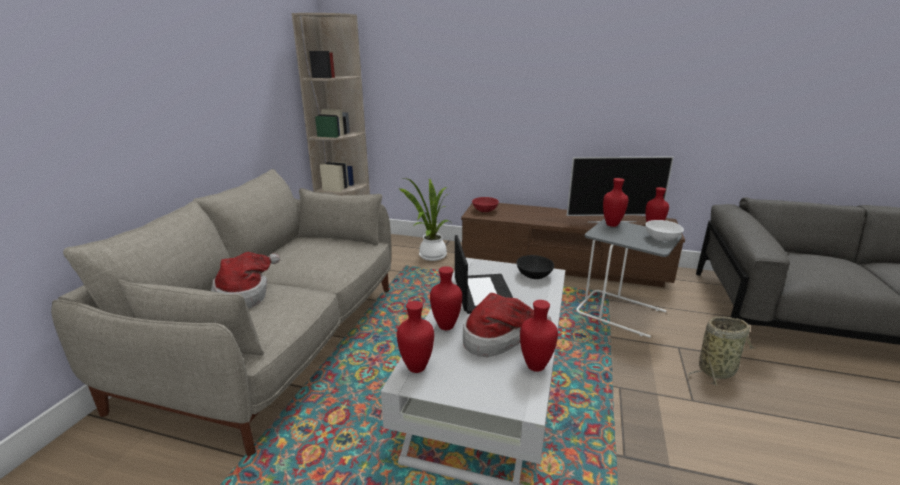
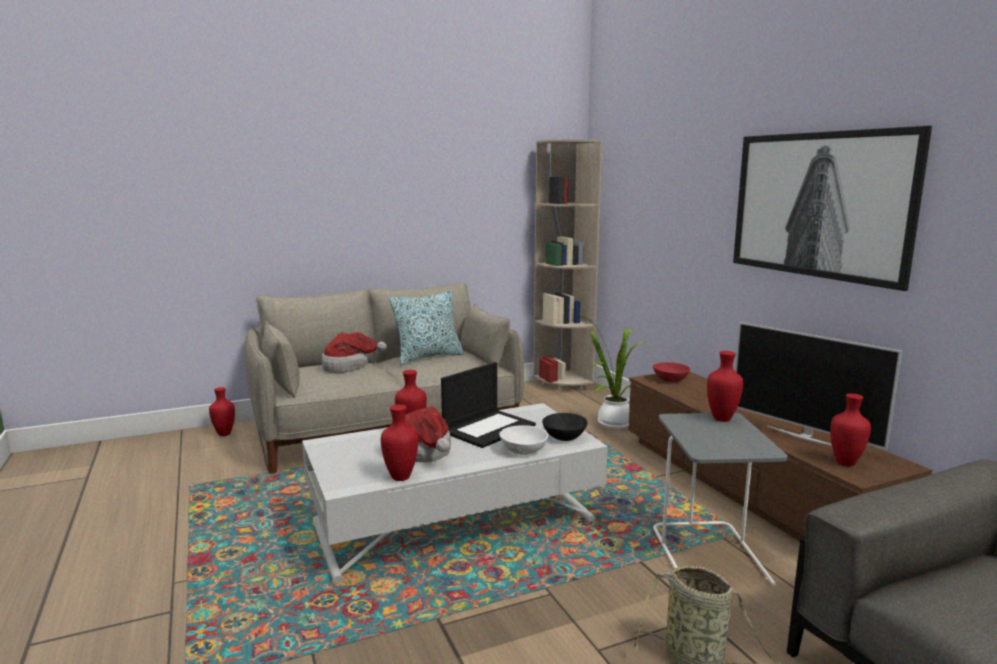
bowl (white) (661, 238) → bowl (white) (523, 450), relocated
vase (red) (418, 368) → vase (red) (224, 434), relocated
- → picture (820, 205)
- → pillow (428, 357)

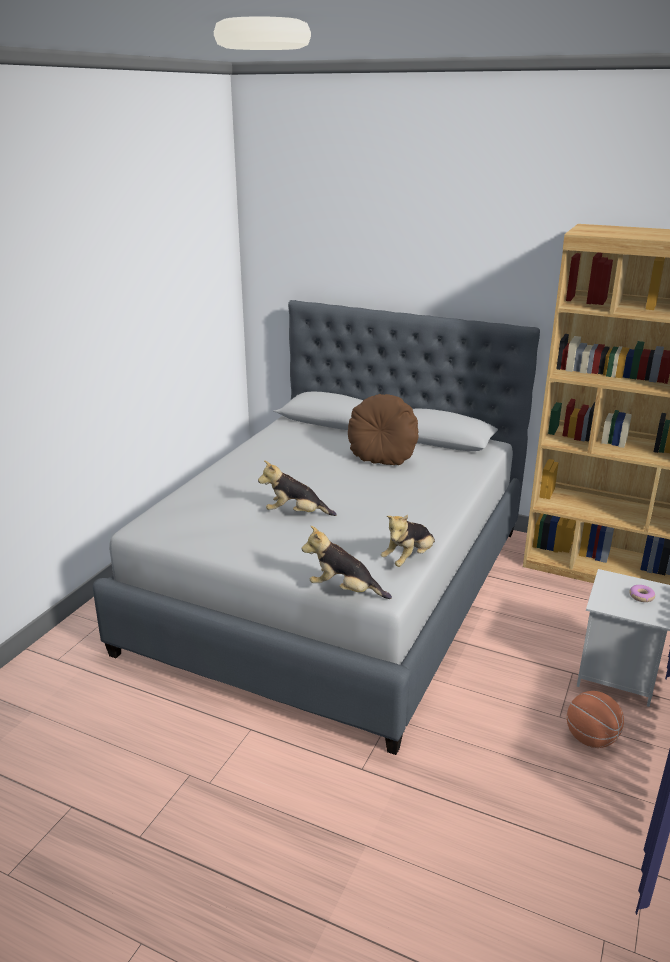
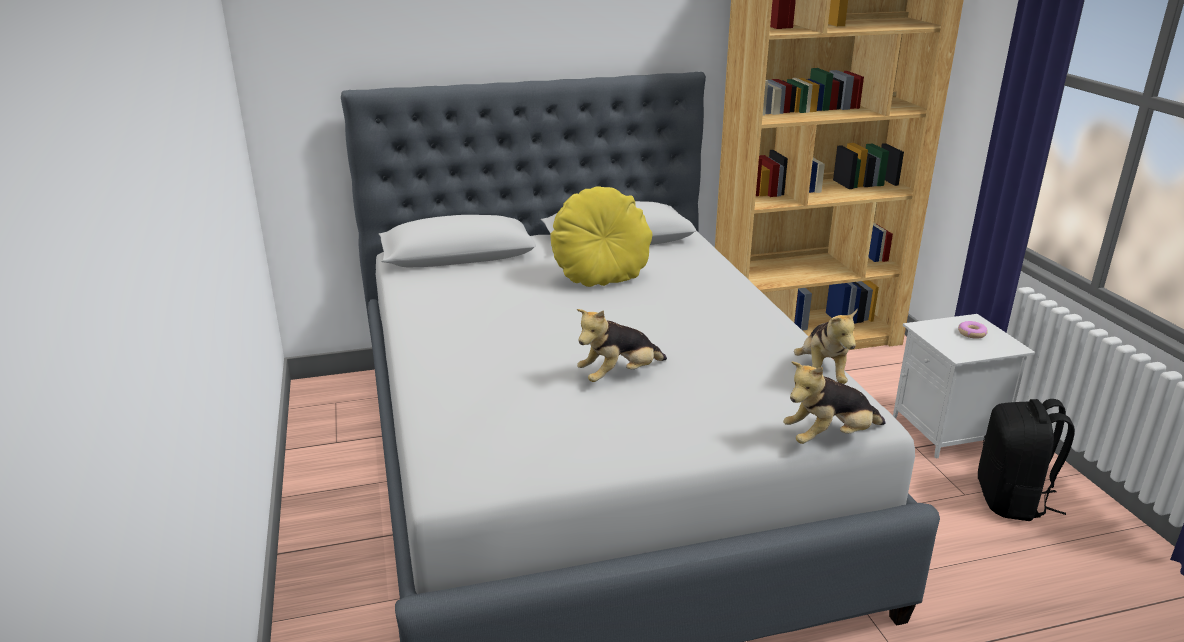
pillow (brown) (382, 460) → pillow (yellow) (601, 279)
basketball (591, 739) → backpack (black) (1012, 500)

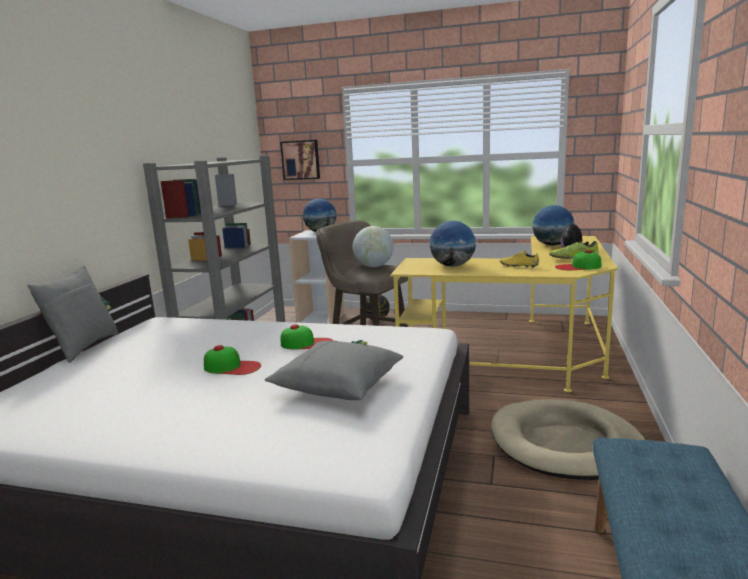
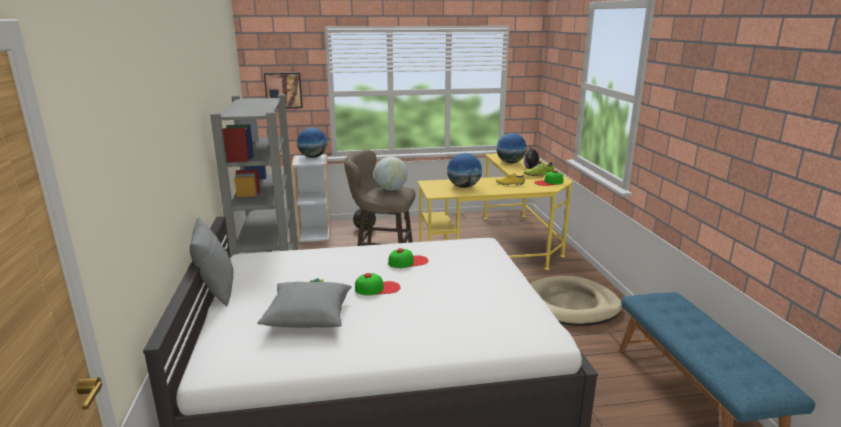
pillow (grey) (338, 386) → pillow (grey) (308, 317), relocated

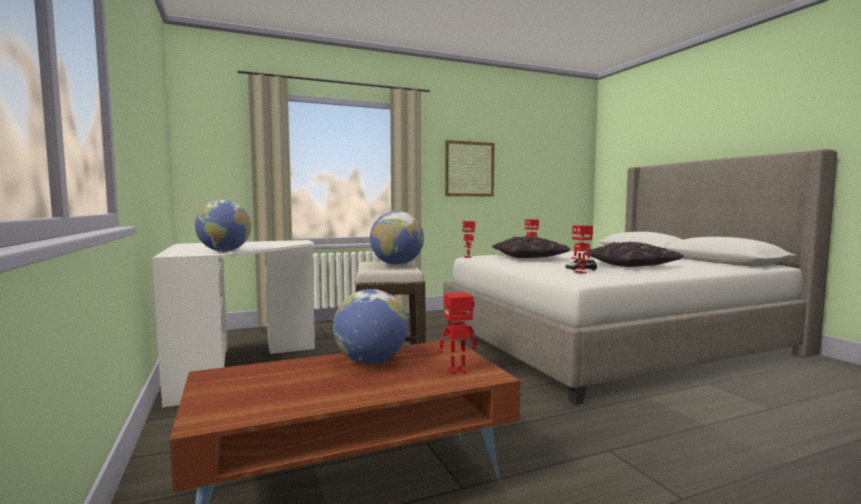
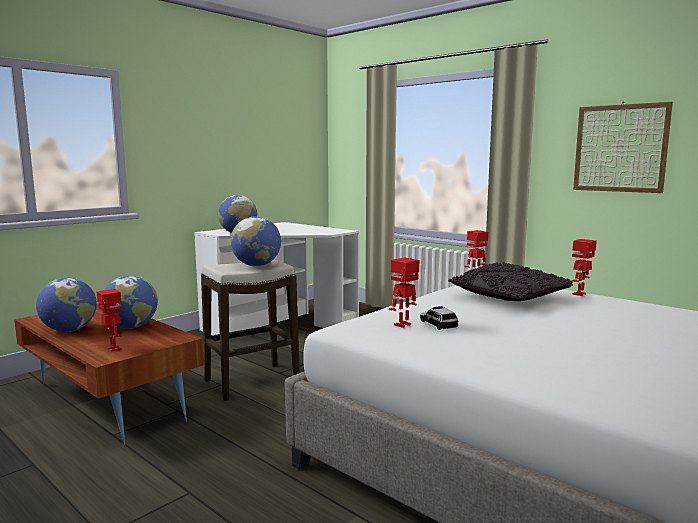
pillow (black) (631, 265) → -
- → globe (69, 330)

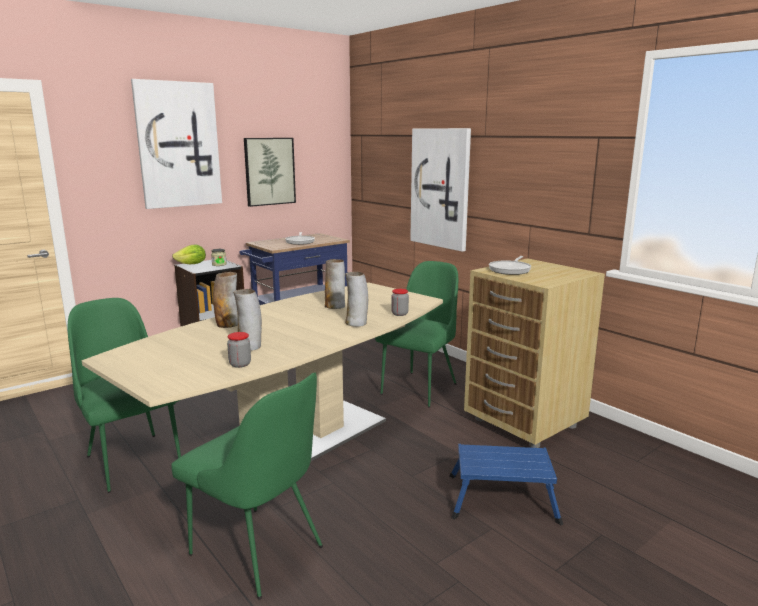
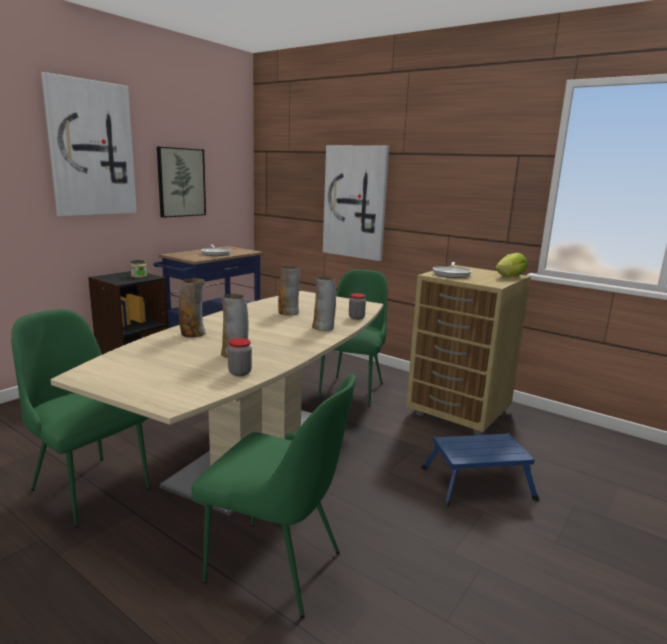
lettuce (192, 264) → lettuce (510, 277), relocated

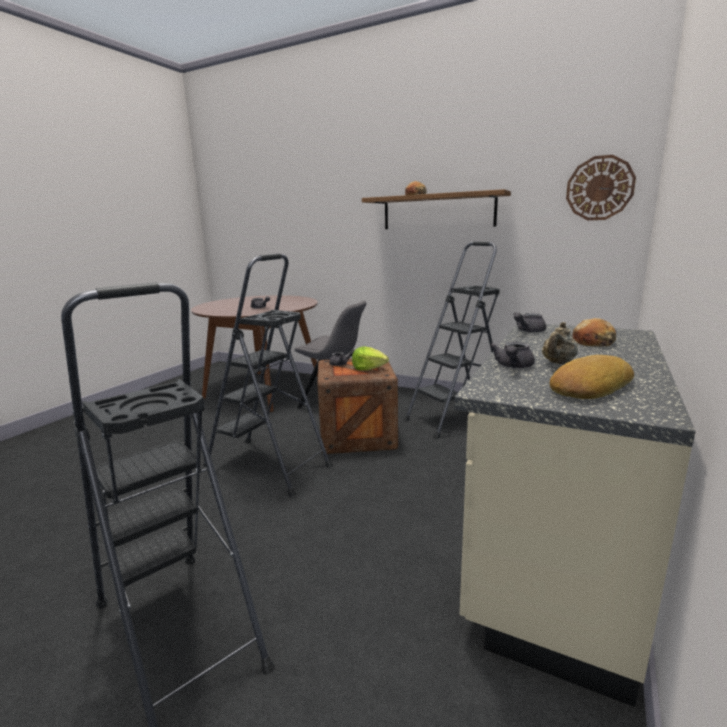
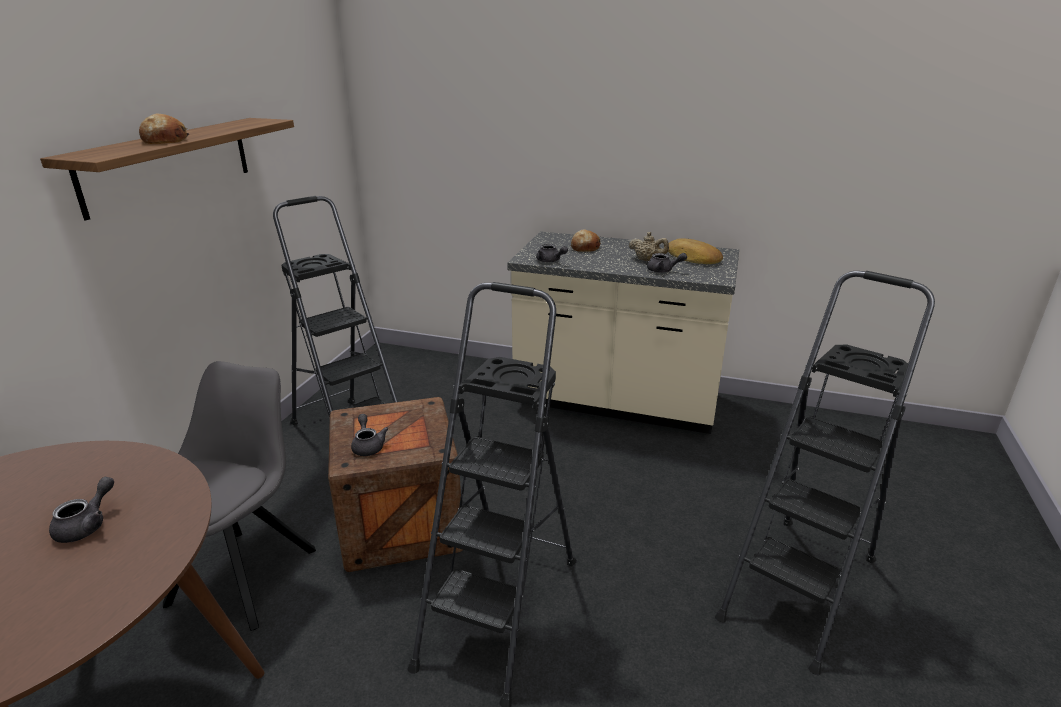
wall clock (599, 188) → -
lettuce (368, 368) → -

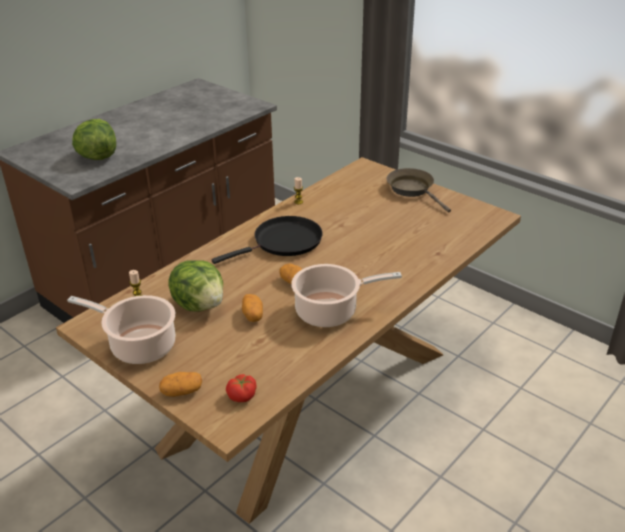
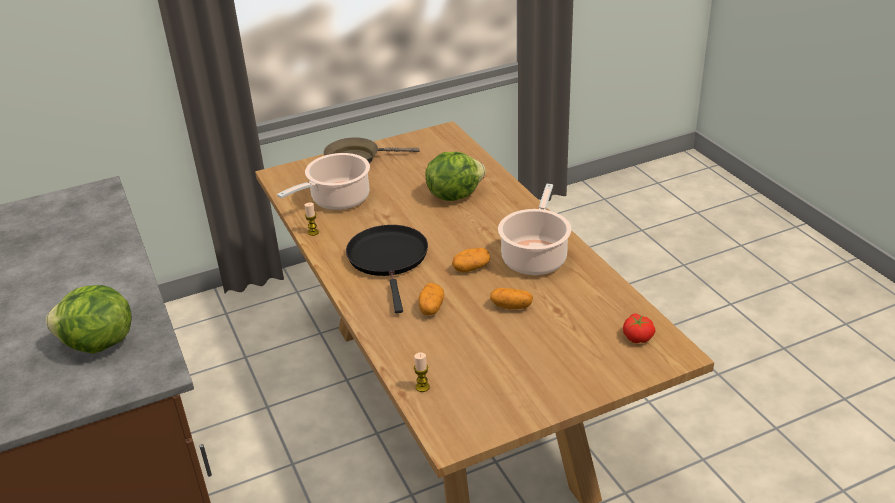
lettuce (200, 304) → lettuce (454, 195), relocated
cooking pot (139, 345) → cooking pot (337, 200), relocated
potato (182, 392) → potato (431, 307), relocated

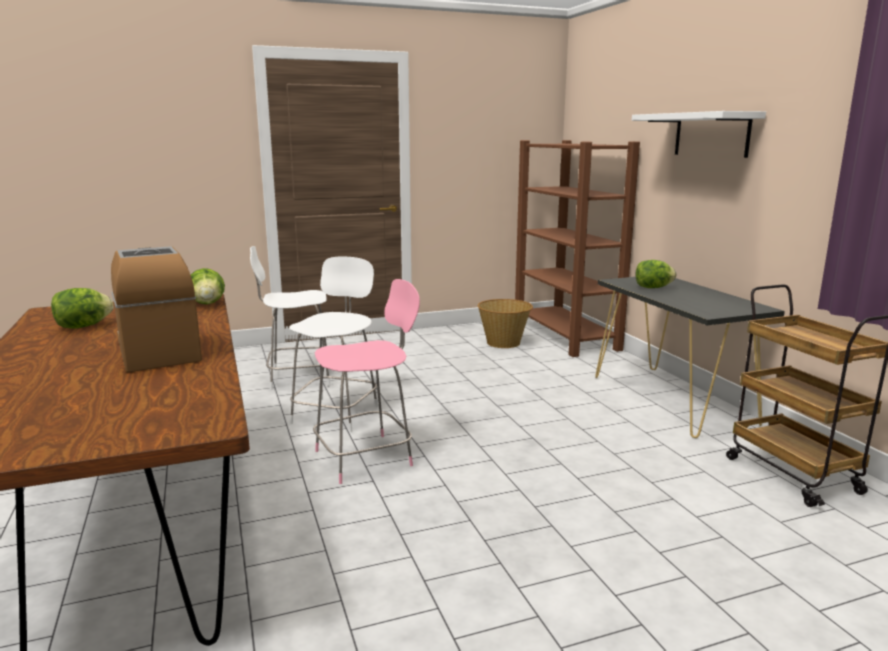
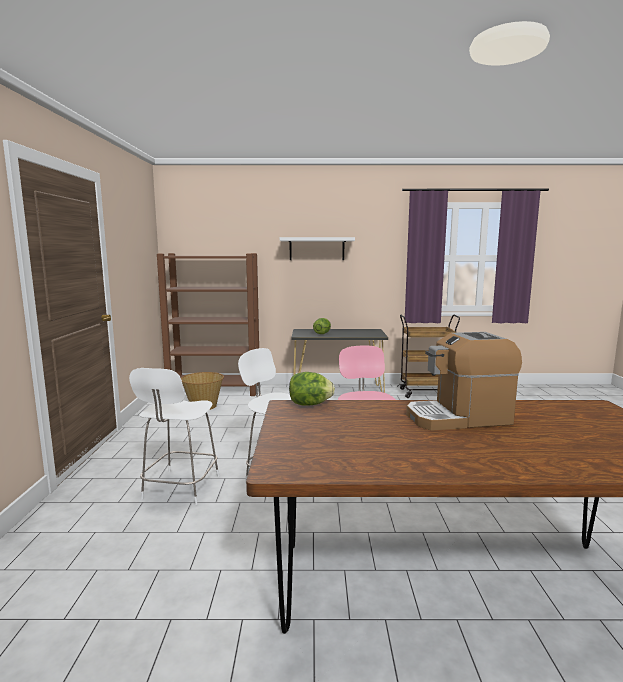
lettuce (83, 326) → -

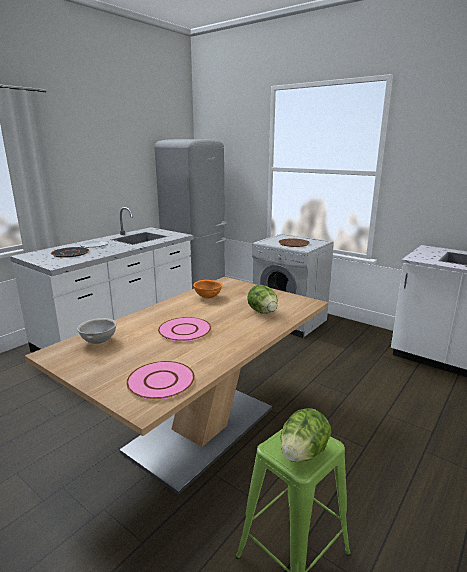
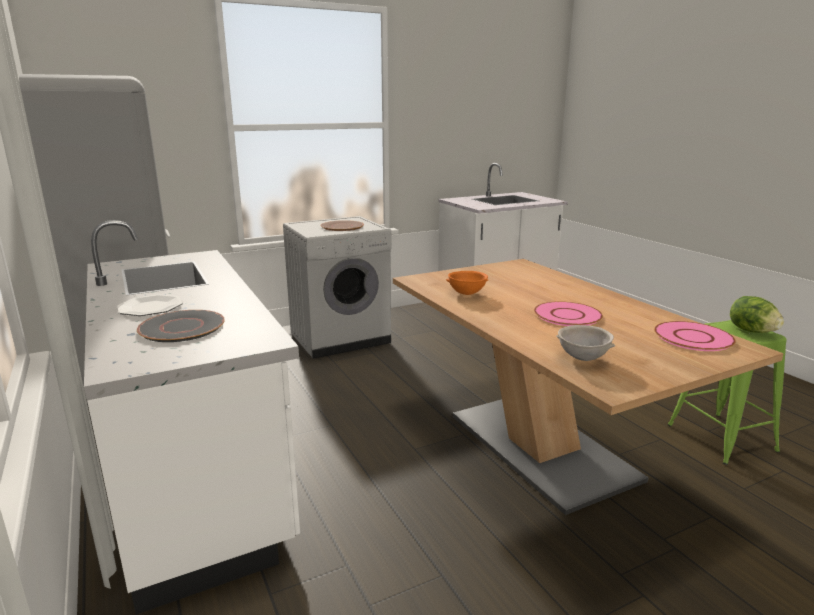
lettuce (263, 312) → -

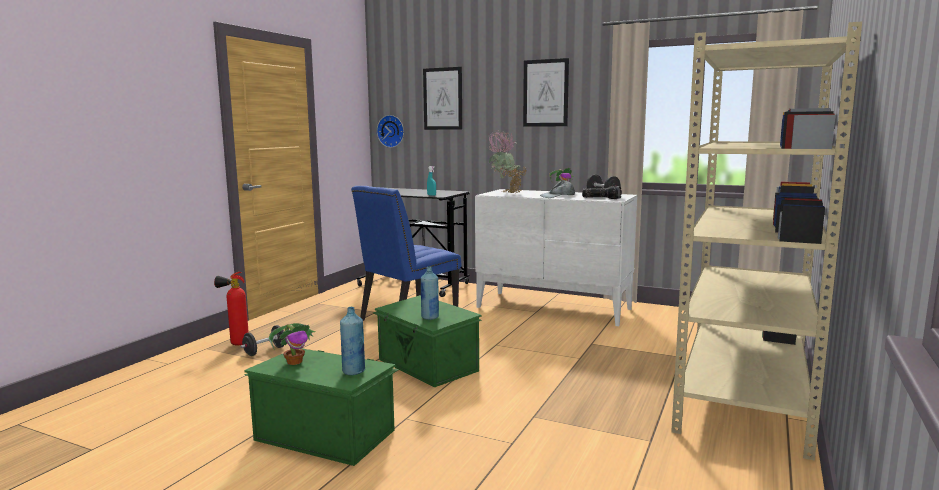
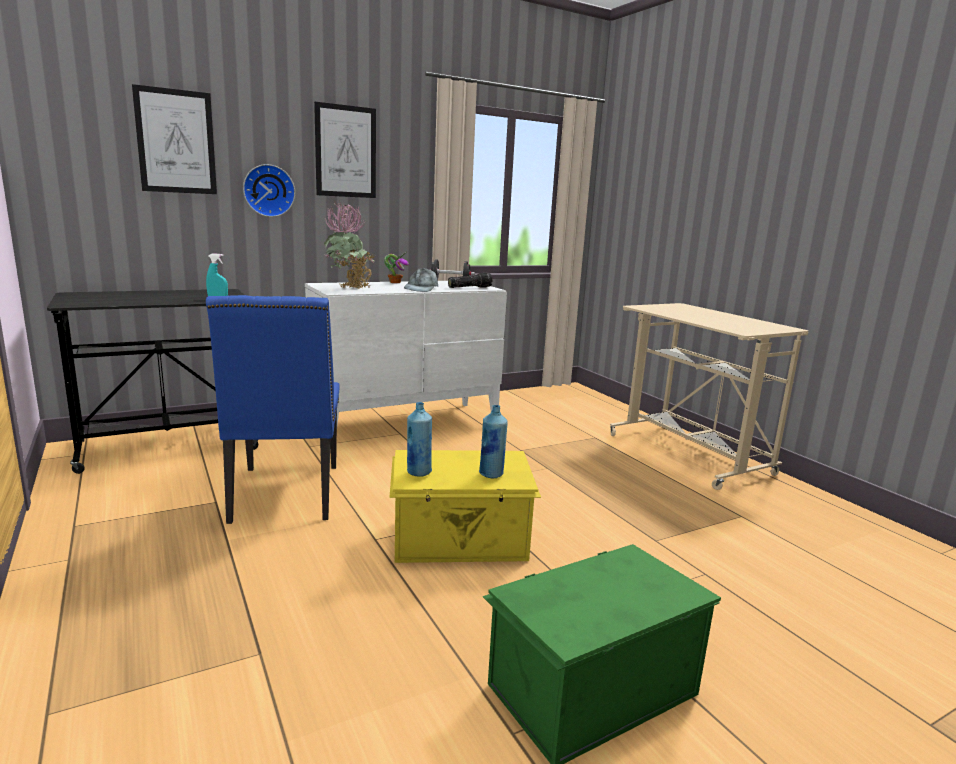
bookcase (beige) (743, 396) → desk (beige) (688, 454)
wall clock (391, 131) → wall clock (268, 190), relocated
fire extinguisher (236, 344) → -
storage box (green) (427, 365) → storage box (yellow) (460, 541)
bottle (blue) (353, 371) → bottle (blue) (418, 472), relocated
potted plant (295, 362) → -
dumbbell (black) (265, 351) → -

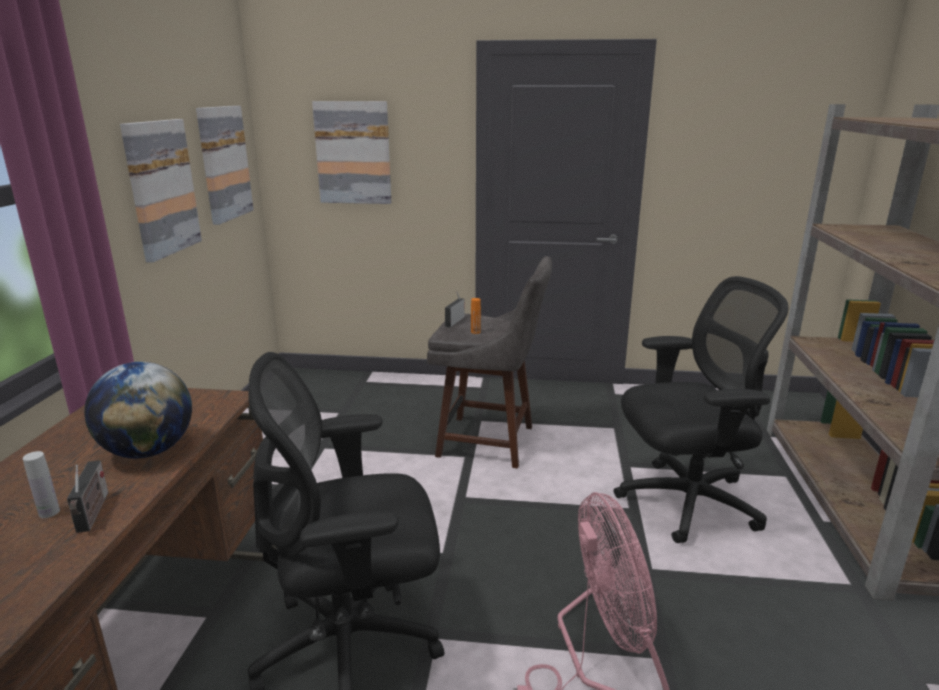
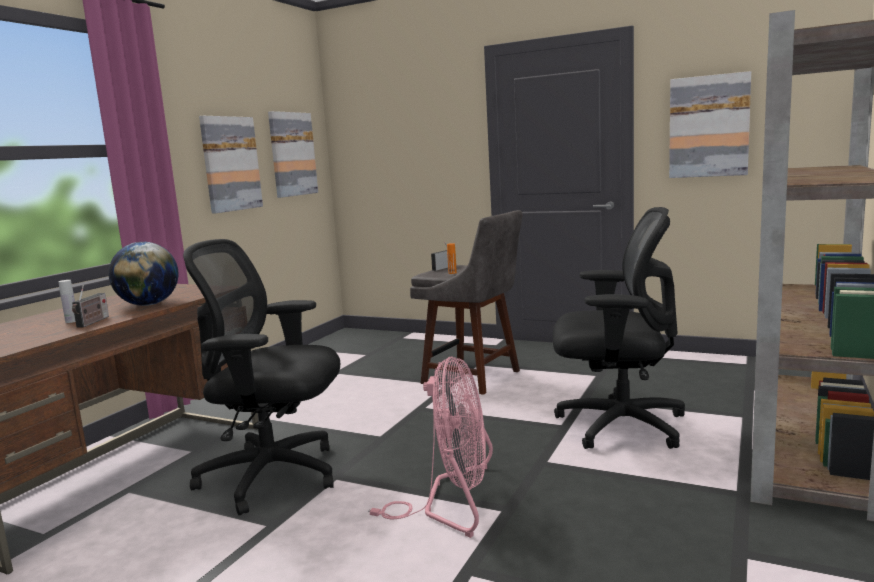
picture (353, 153) → picture (709, 126), relocated

